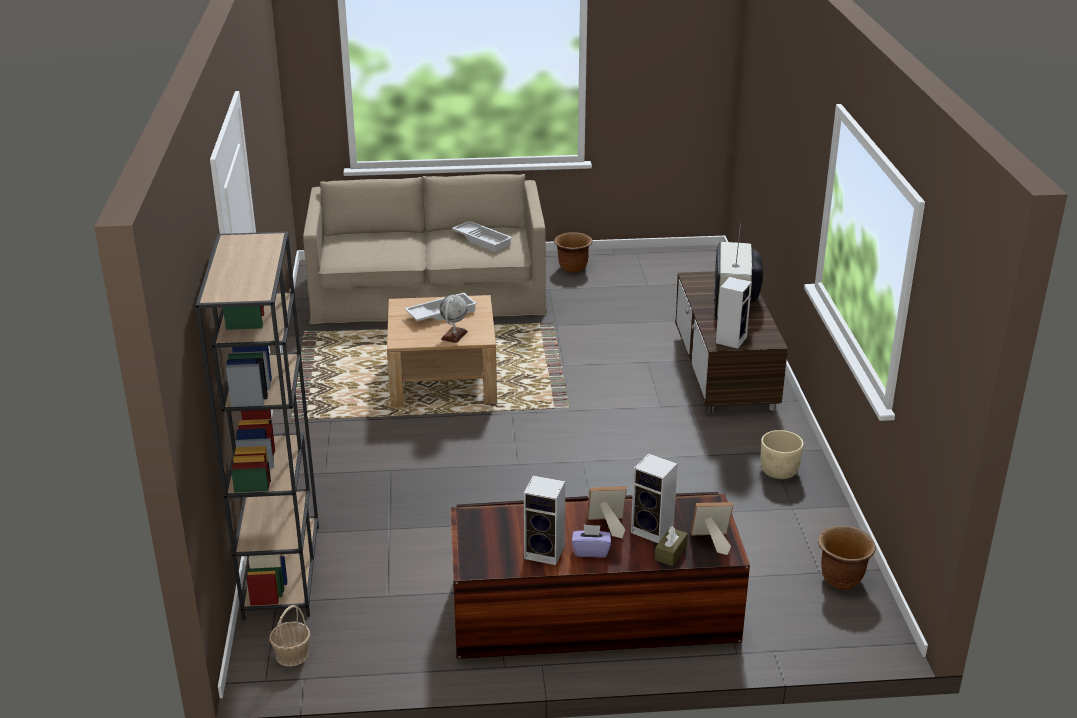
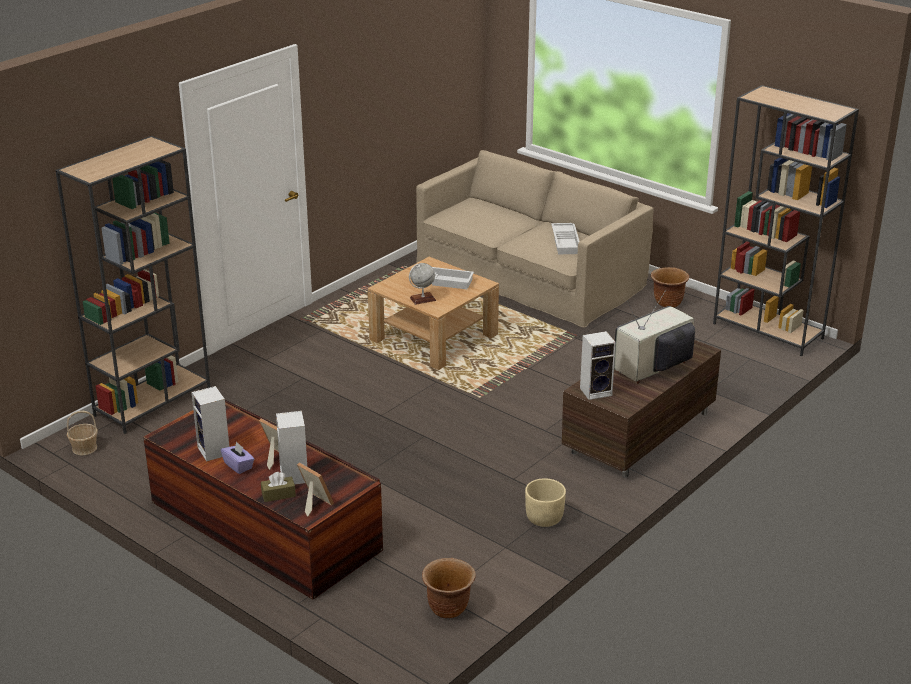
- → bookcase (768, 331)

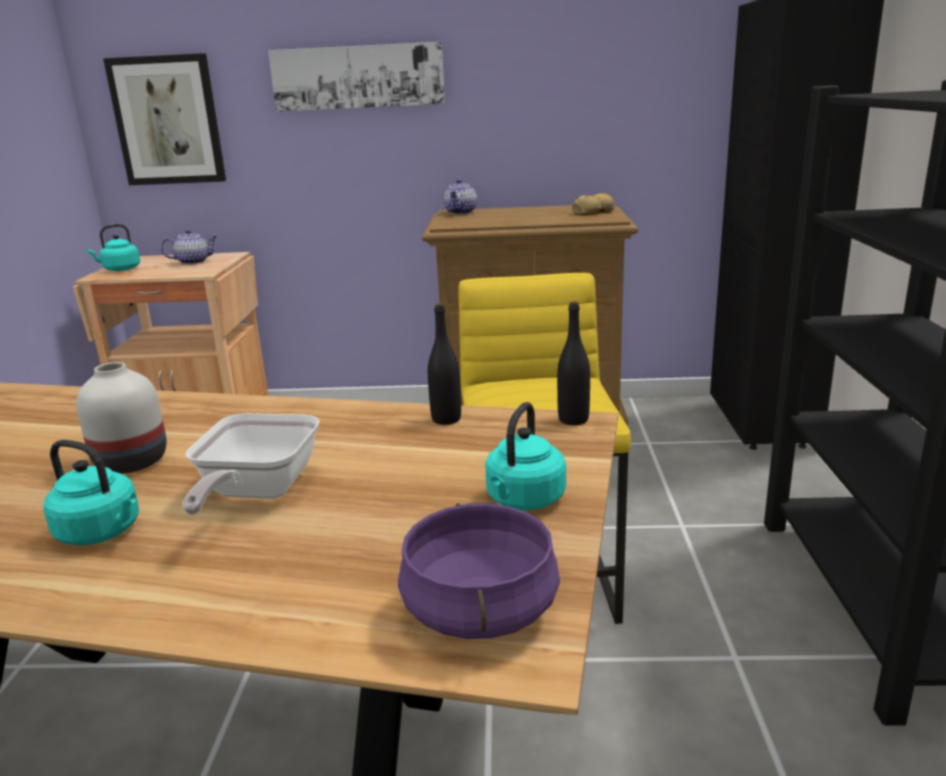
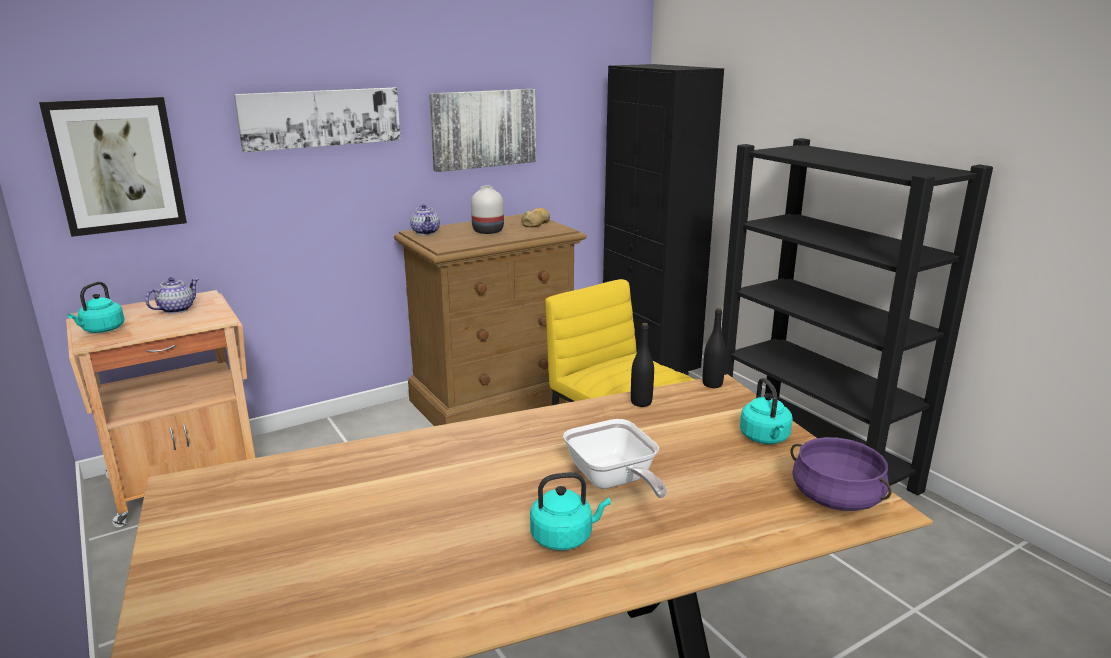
vase (white) (129, 462) → vase (white) (487, 231), relocated
- → picture (483, 129)

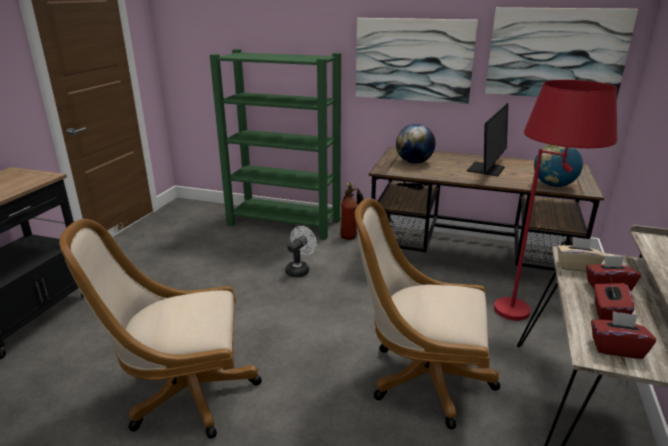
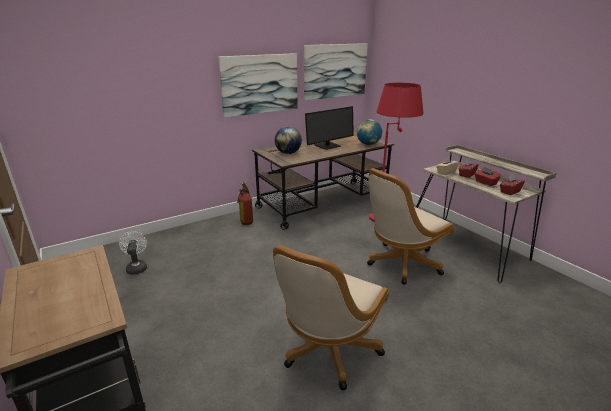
bookcase (green) (284, 222) → -
monitor (487, 169) → monitor (328, 146), 75 degrees clockwise
fan (white) (299, 269) → fan (white) (137, 267), relocated

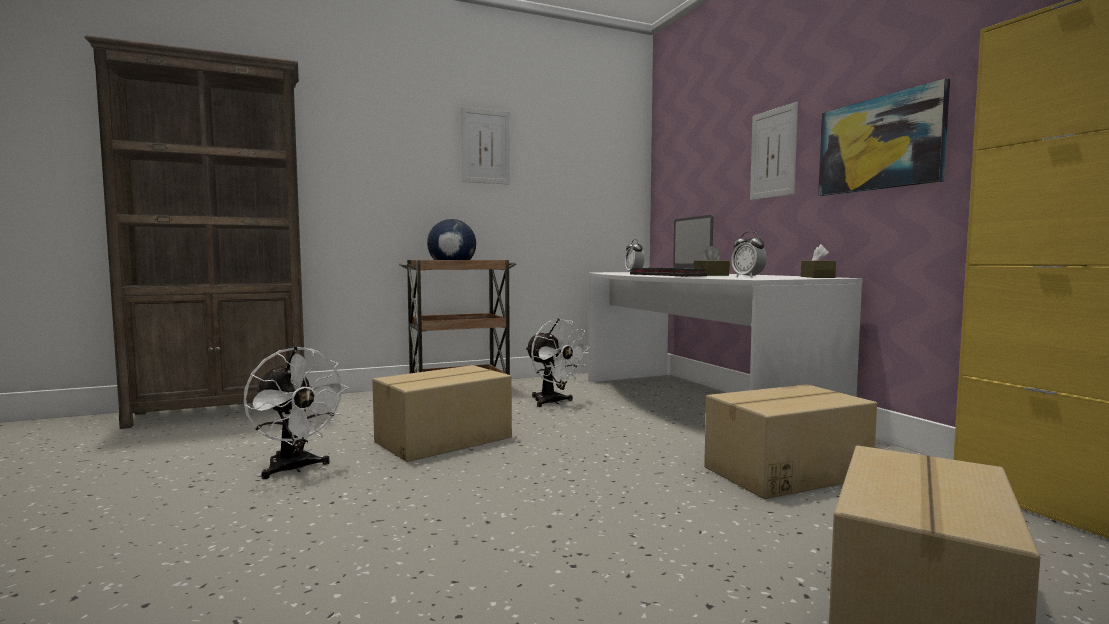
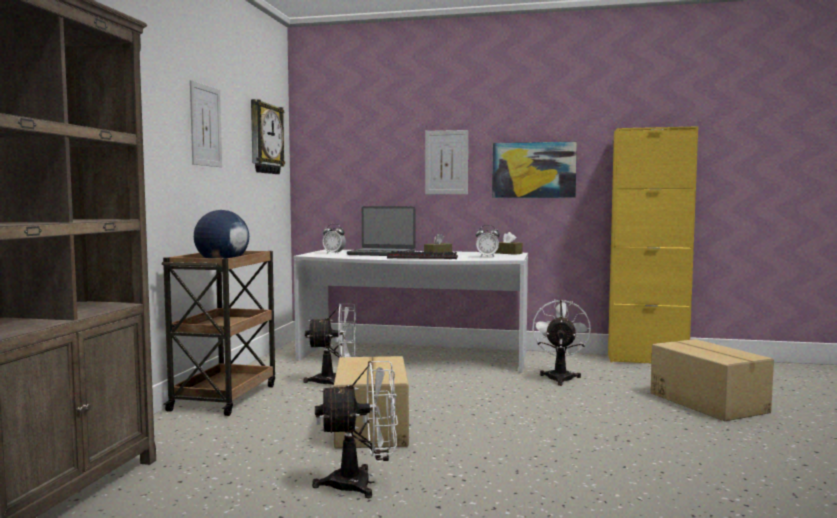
cardboard box (784, 472) → fan (white) (560, 377)
- → wall clock (265, 138)

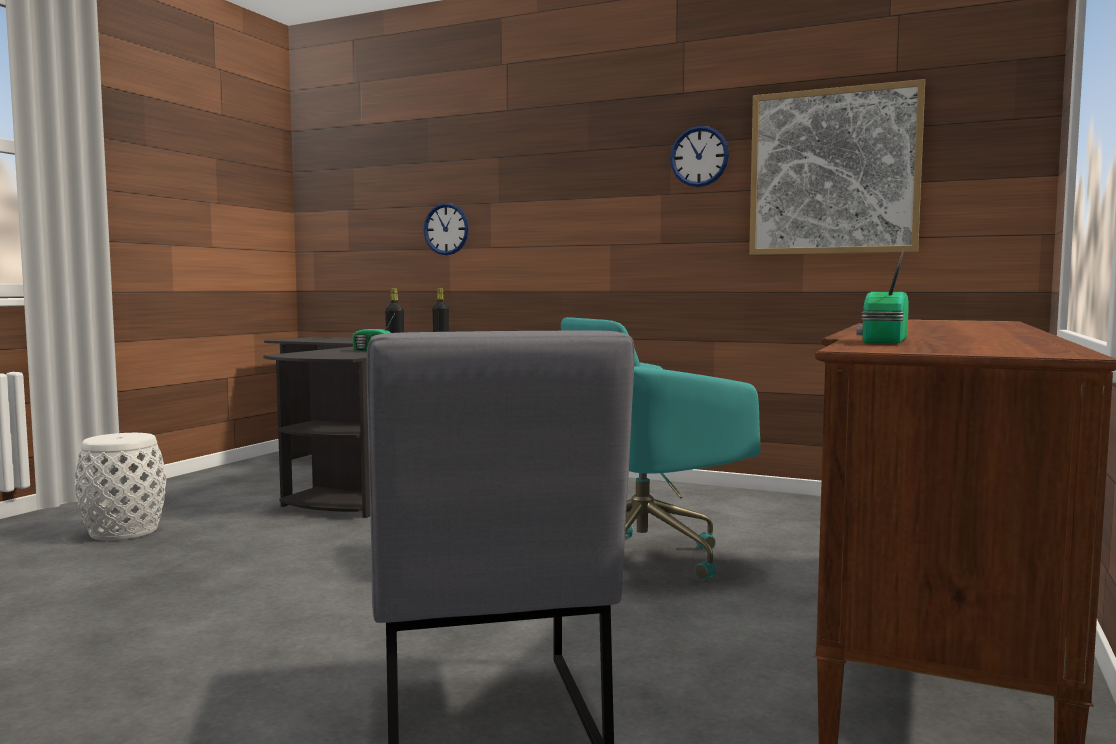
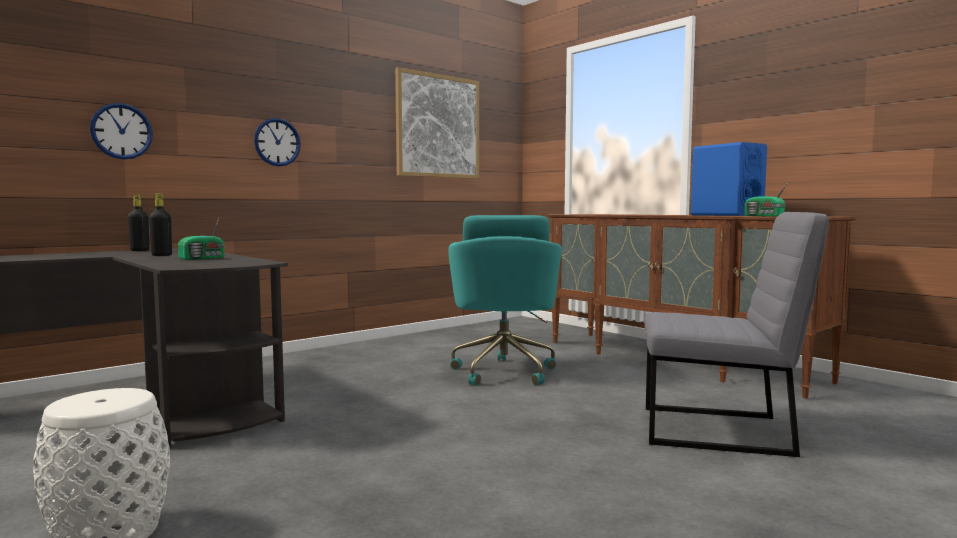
wall clock (699, 156) → wall clock (277, 142), relocated
- → speaker (blue) (726, 215)

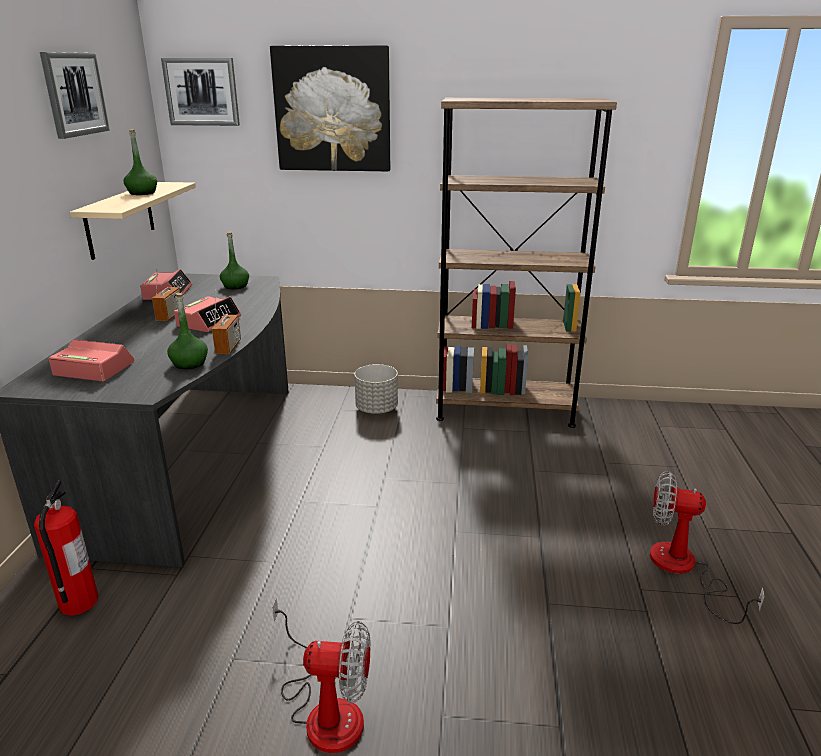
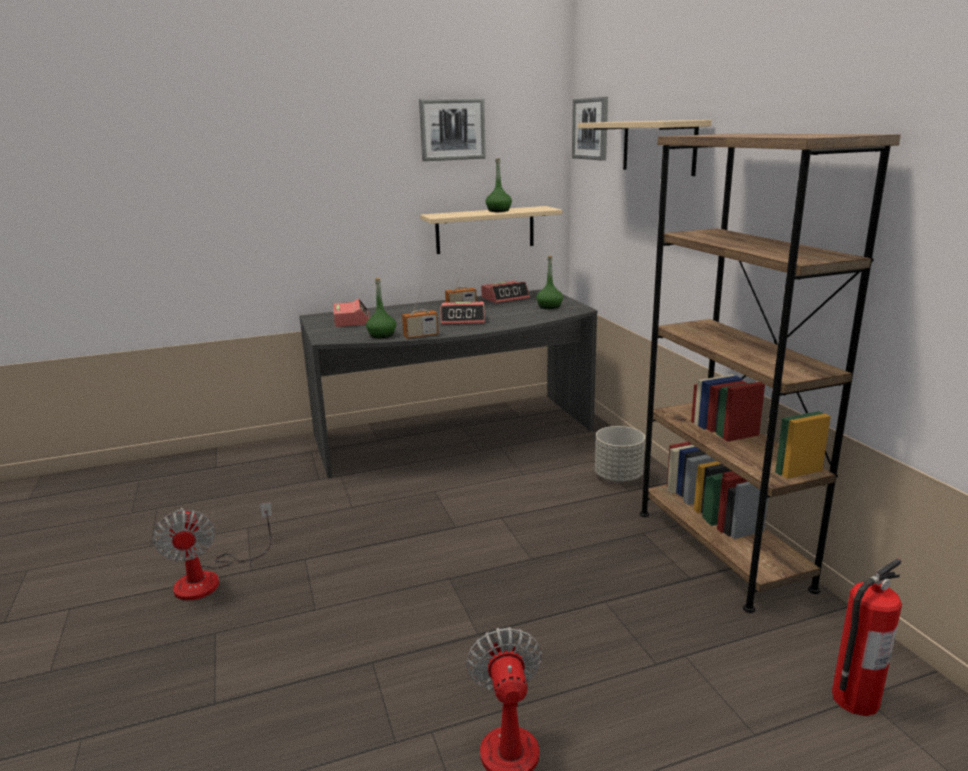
picture (333, 109) → shelf (beige) (658, 146)
fire extinguisher (78, 602) → fire extinguisher (854, 699), relocated

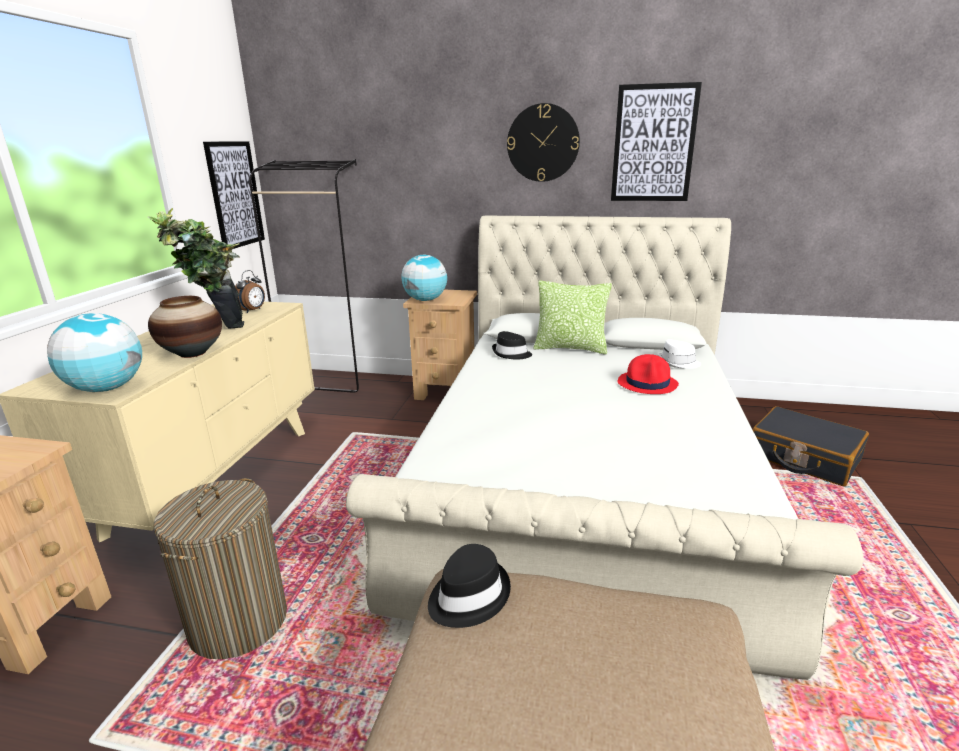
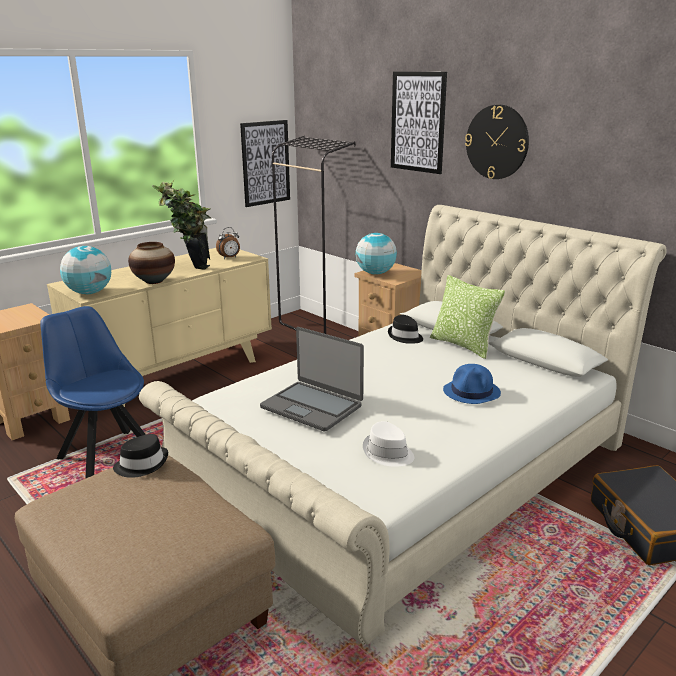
picture (653, 144) → picture (418, 122), relocated
hat (white) (678, 363) → hat (white) (388, 453), relocated
hat (red) (648, 383) → hat (blue) (472, 392)
laundry basket (238, 621) → chair (blue) (108, 456)
- → laptop (312, 406)

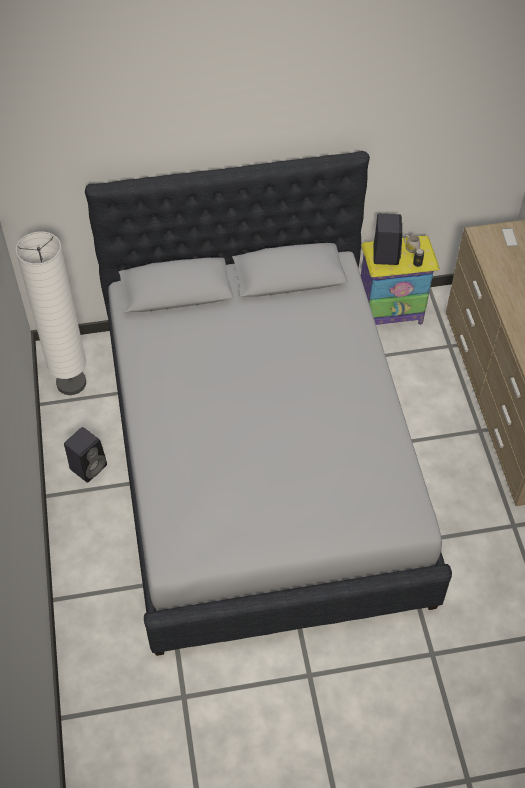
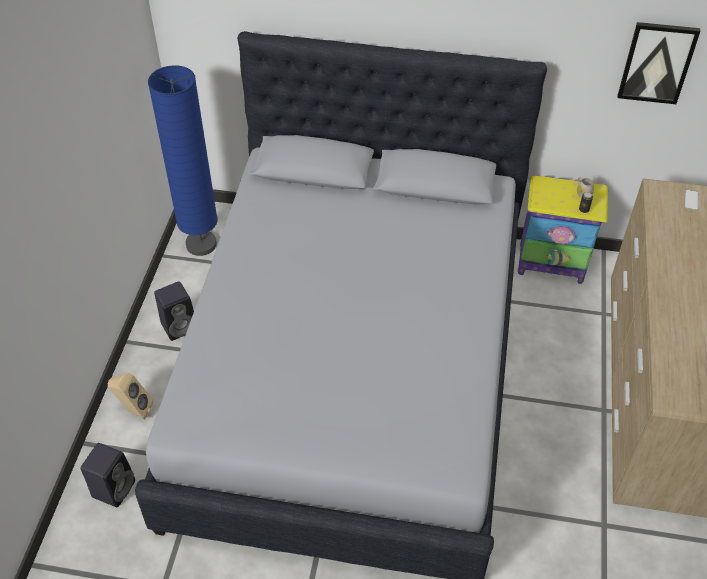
speaker (black) (385, 254) → speaker (black) (114, 487), relocated
floor lamp (white) (71, 383) → floor lamp (blue) (201, 244)
- → picture (657, 62)
- → speaker (beige) (134, 410)

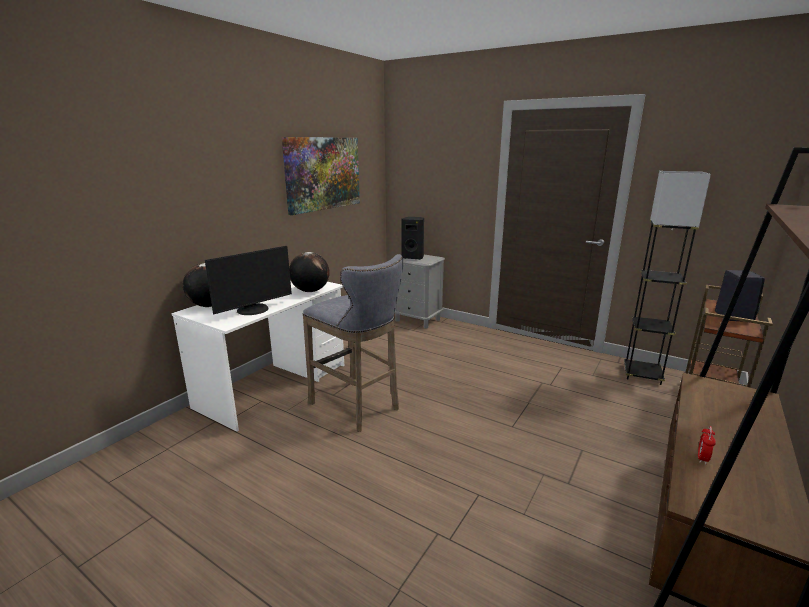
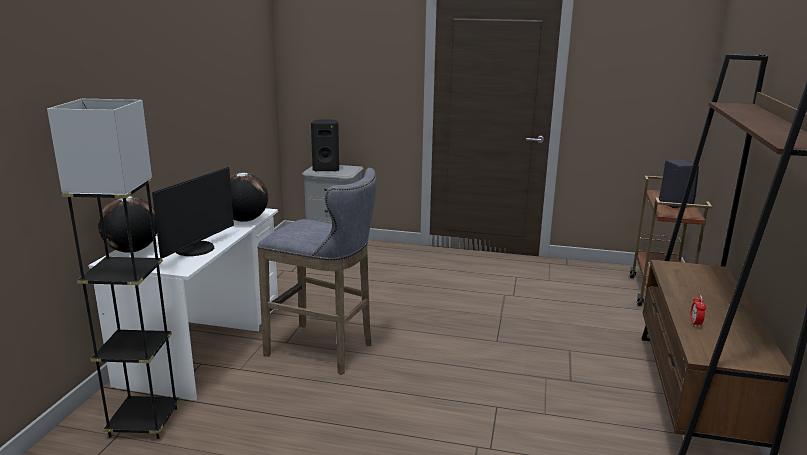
picture (323, 173) → -
floor lamp (grey) (642, 375) → floor lamp (grey) (144, 422), relocated

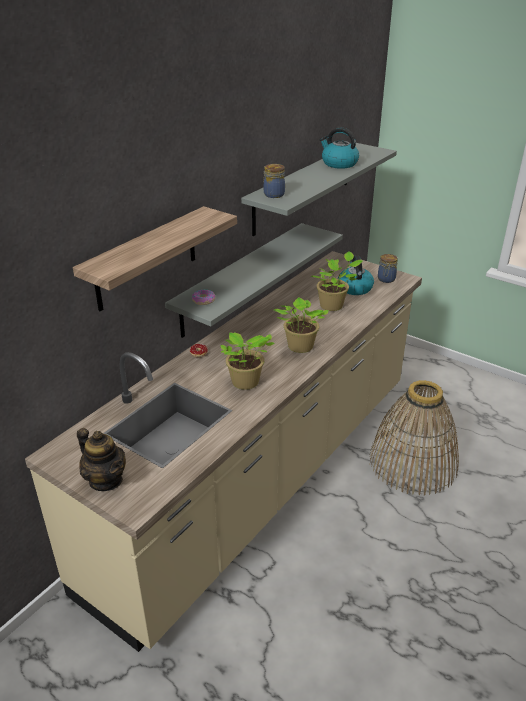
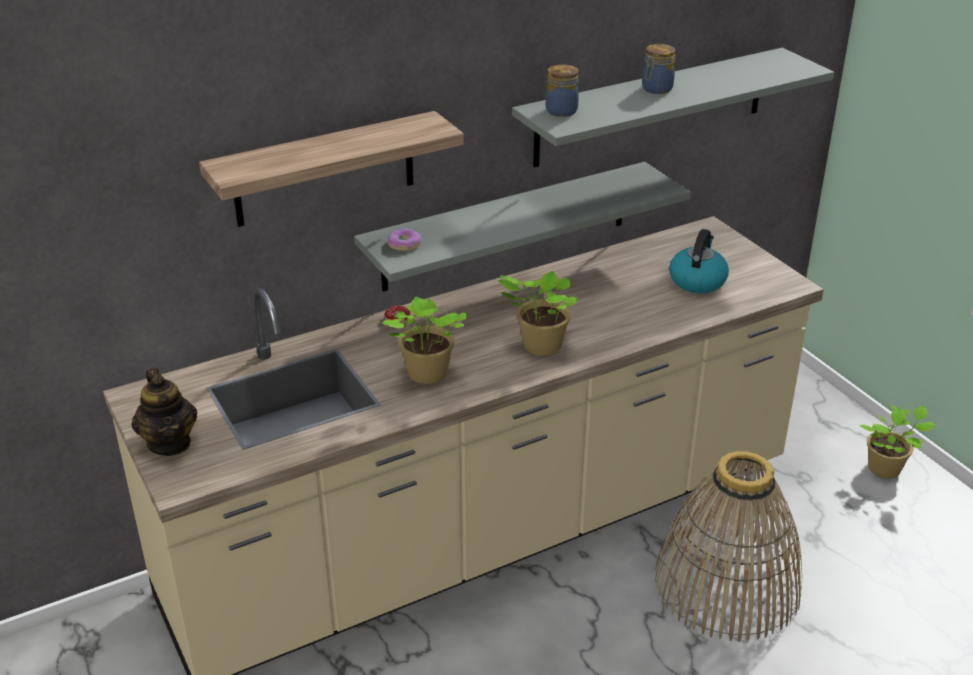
kettle (339, 163) → -
potted plant (333, 306) → potted plant (886, 470), relocated
jar (386, 279) → jar (656, 89), relocated

